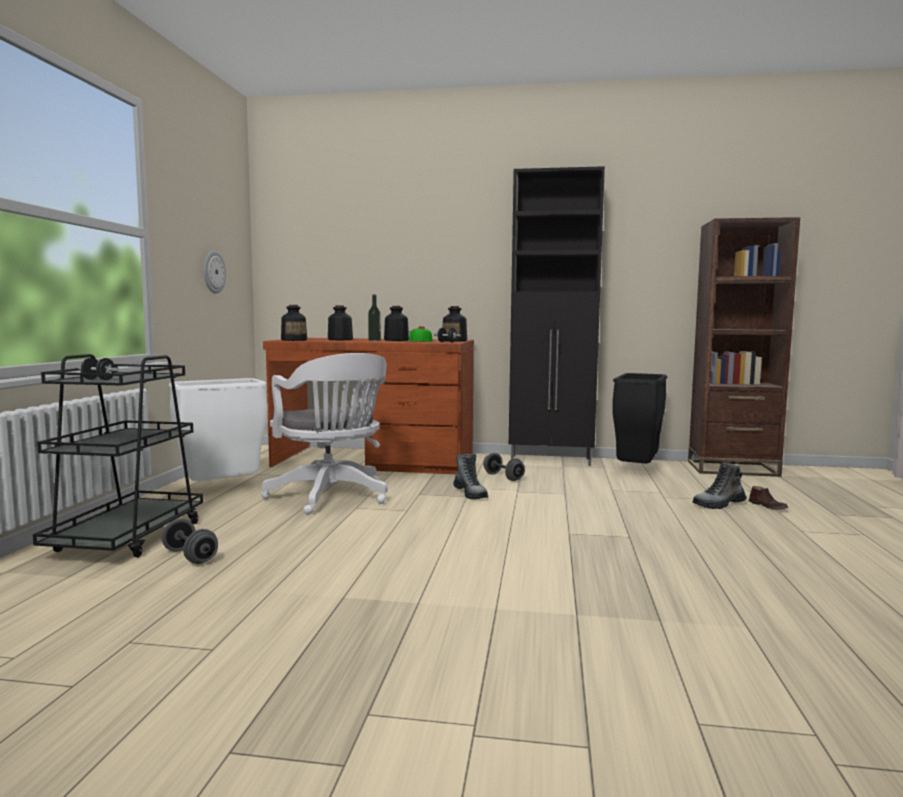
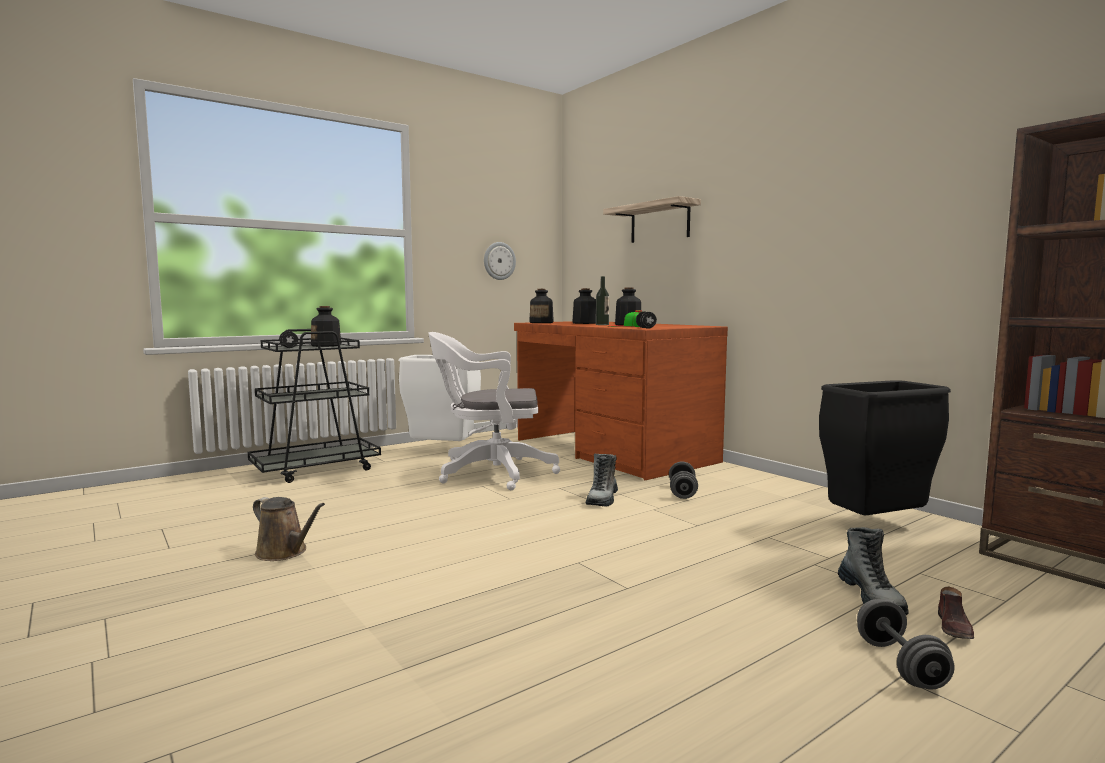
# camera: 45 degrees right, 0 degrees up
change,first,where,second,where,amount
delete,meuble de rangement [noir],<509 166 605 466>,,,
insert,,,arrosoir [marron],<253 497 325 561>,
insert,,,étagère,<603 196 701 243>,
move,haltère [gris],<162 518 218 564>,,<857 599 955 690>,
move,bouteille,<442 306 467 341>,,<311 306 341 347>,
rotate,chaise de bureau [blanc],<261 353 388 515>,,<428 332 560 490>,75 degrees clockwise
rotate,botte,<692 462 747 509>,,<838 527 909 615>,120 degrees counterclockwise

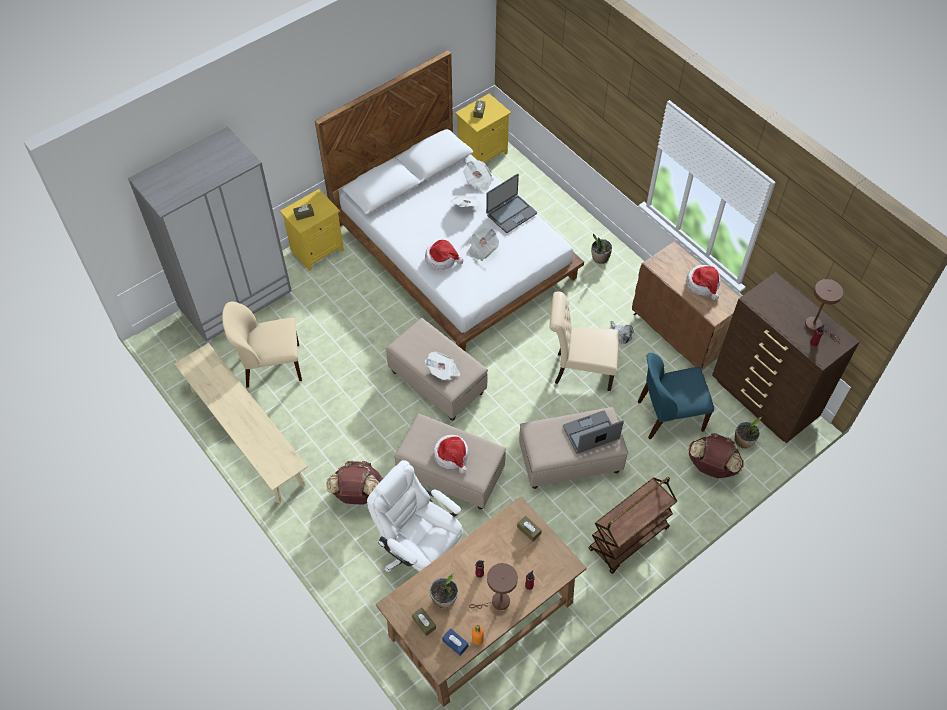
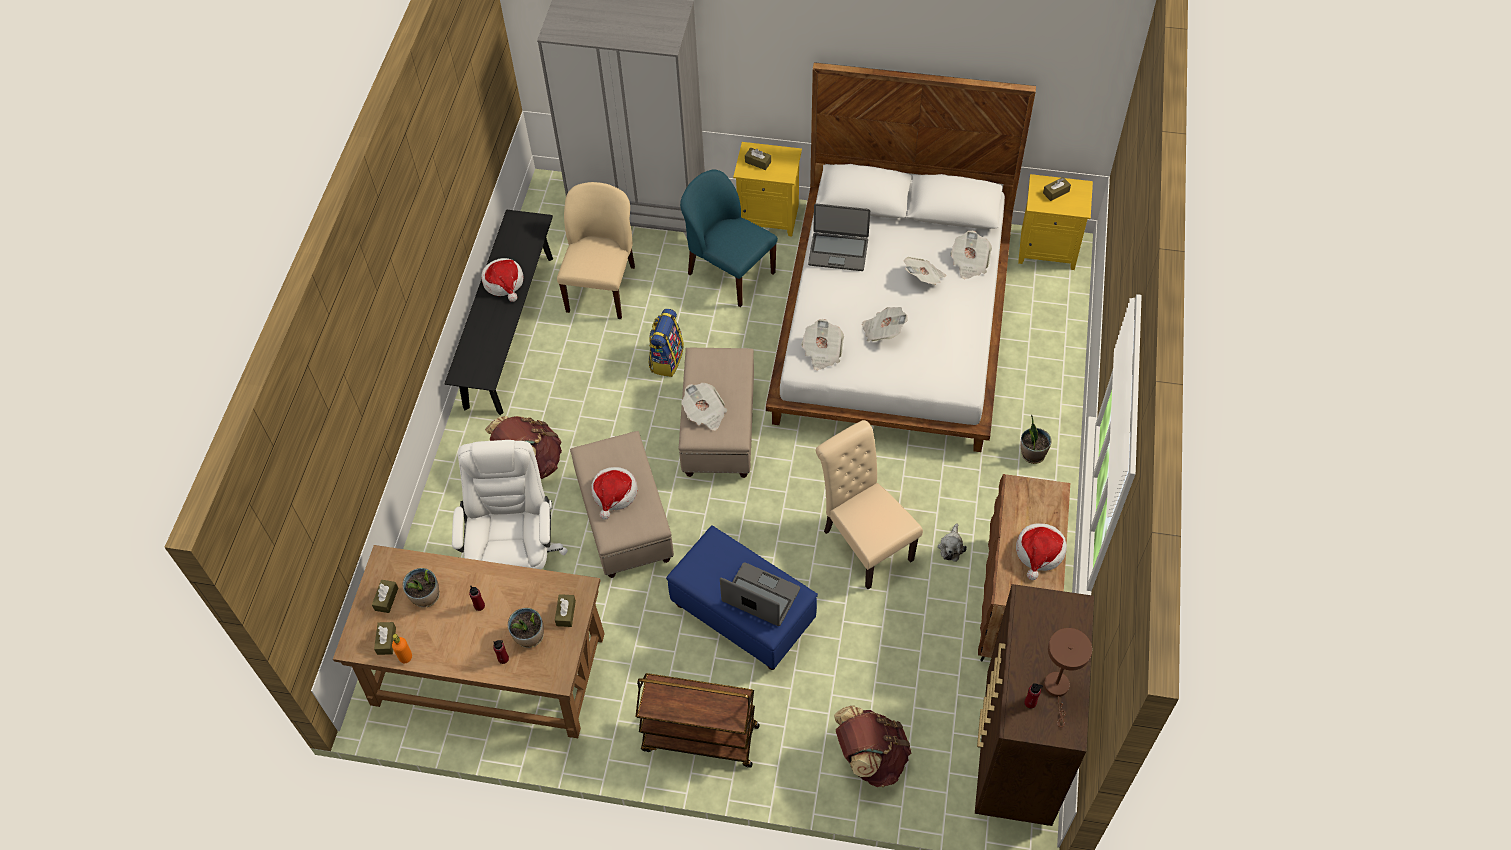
# camera: 50 degrees right, 0 degrees up
change,first,where,second,where,amount
delete,lampe de table [marron],<469 563 518 610>,,,
insert,,,sac à dos,<648 309 684 377>,
insert,,,journal,<801 319 844 370>,
move,chapeau,<425 240 464 270>,,<481 258 523 302>,
move,ordinateur portable,<486 174 537 233>,,<808 204 870 271>,
move,chaise [bleu],<638 353 714 439>,,<680 169 778 307>,
move,plante en pot,<734 417 762 449>,,<508 608 544 648>,
recolor,banc [beige],<174 343 308 503>,banc [noir],<444 210 553 415>,
recolor,boîte à mouchoirs [bleu],<442 628 468 656>,boîte à mouchoirs [marron],<374 622 396 655>,
recolor,pouf [beige],<519 407 628 489>,pouf [bleu],<666 525 818 670>,
rotate,chaise [beige],<222 301 302 388>,,<557 182 635 319>,60 degrees clockwise

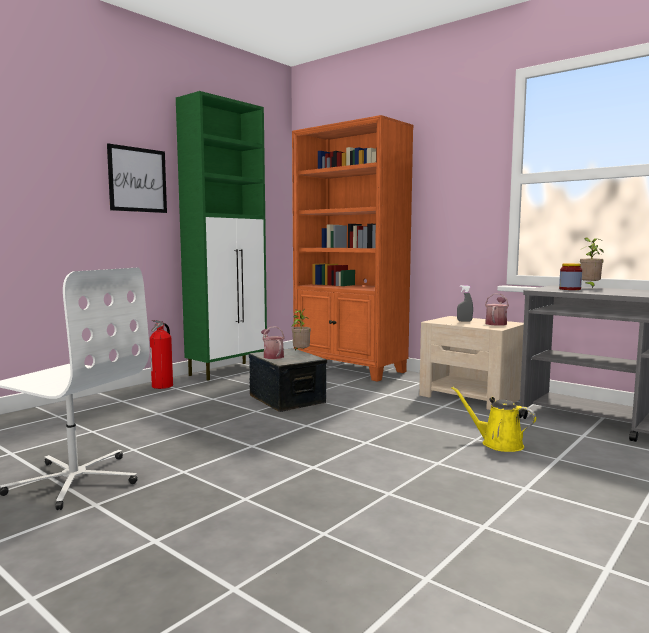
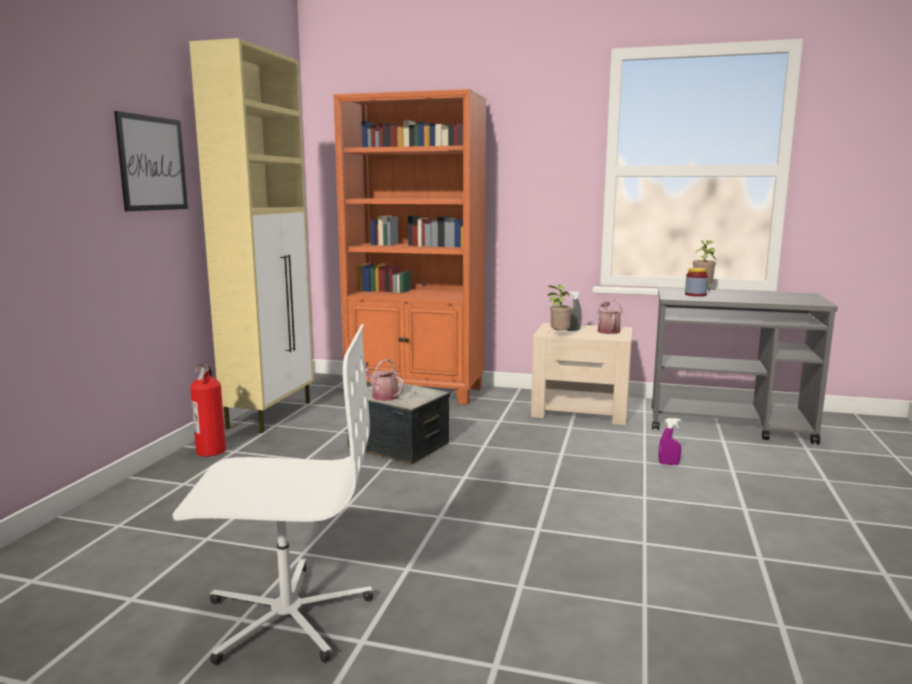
# camera: 25 degrees left, 5 degrees up
change,first,where,second,where,amount
move,plante en pot,<291 308 311 351>,,<548 284 572 332>,
replace,arrosoir [jaune],<452 386 536 452>,vaporisateur [violet],<659 418 681 465>,
recolor,meuble de rangement [vert],<176 91 267 381>,meuble de rangement [beige],<189 38 314 433>,

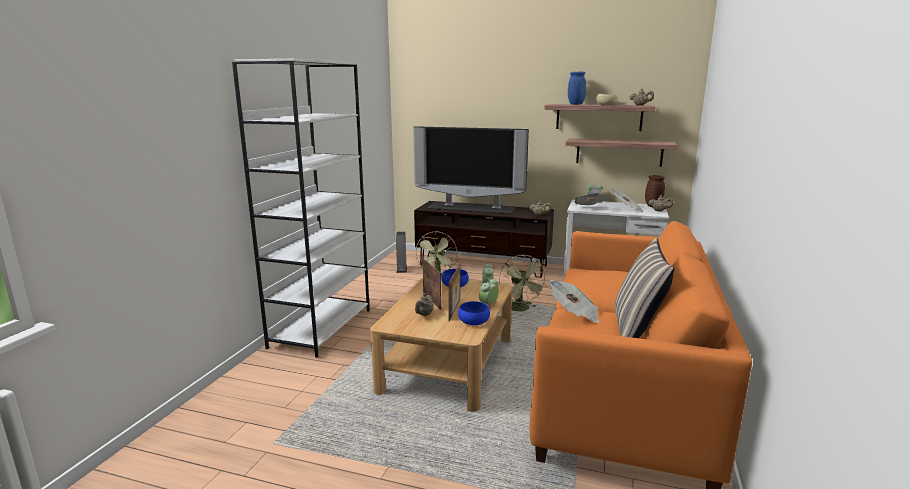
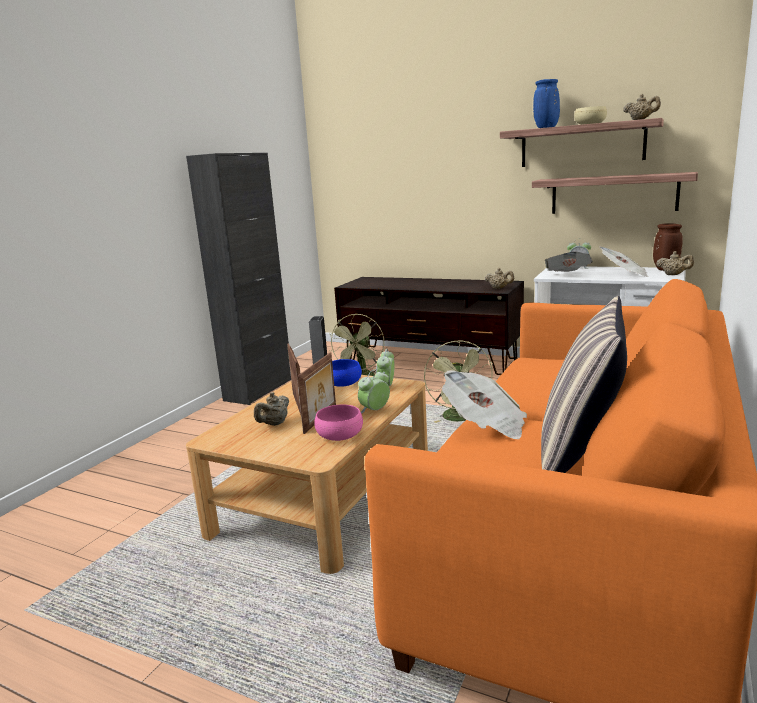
# camera: 10 degrees right, 0 degrees up
change,first,where,second,where,amount
delete,bibliothèque [blanc],<232 59 370 358>,,,
delete,téléviseur,<413 126 529 214>,,,
insert,,,meuble de rangement [noir],<186 153 291 405>,
recolor,bol [bleu],<458 301 490 325>,bol [rose],<314 405 363 441>,

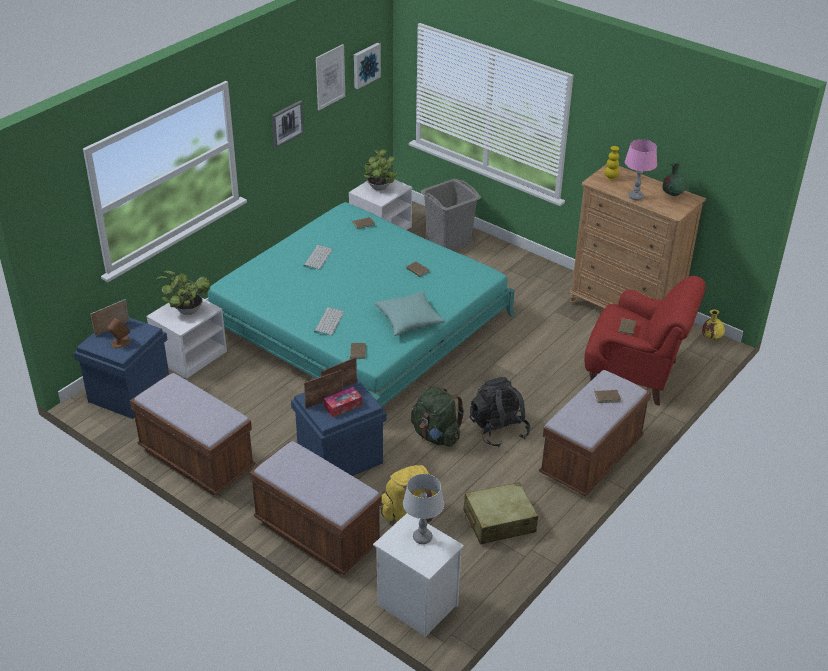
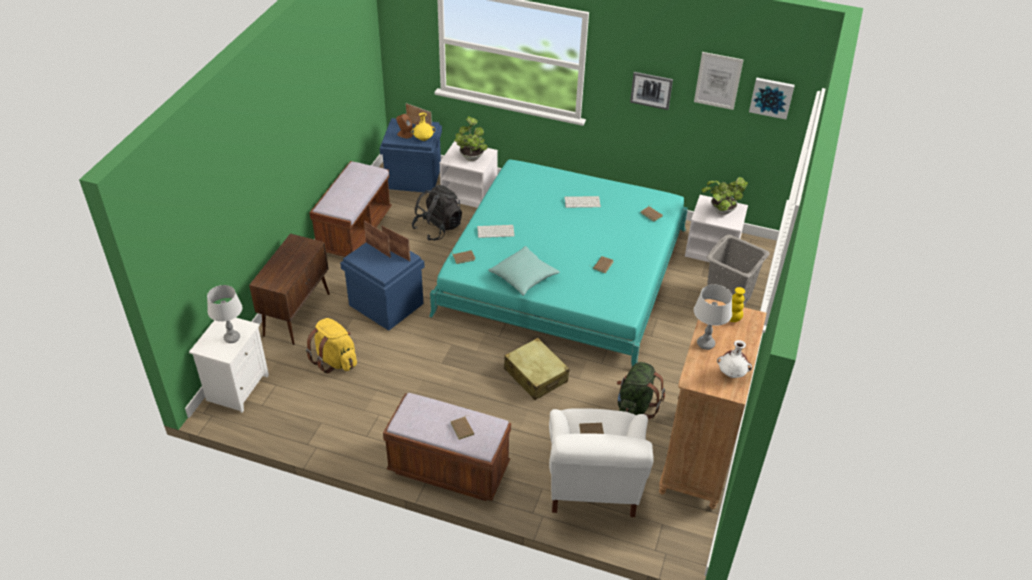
# camera: 70 degrees right, 5 degrees up
change,first,where,second,where,amount
delete,boîte à mouchoirs,<324 387 362 417>,,,
move,sac à dos [vert],<411 386 464 447>,,<617 362 665 419>,
move,valise [beige],<463 482 538 544>,,<504 338 570 400>,
move,sac à dos [noir],<470 377 530 447>,,<412 185 462 241>,
move,vase [jaune],<702 310 725 340>,,<411 113 435 141>,
replace,banc [marron],<249 441 382 575>,meuble de rangement [marron],<249 234 330 345>,
recolor,fauteuil [rouge],<584 276 706 406>,fauteuil [blanc],<549 408 653 517>,
recolor,lampe de table [rose],<625 139 657 200>,lampe de table [gris],<694 285 732 350>,
recolor,vase [vert],<663 162 686 196>,vase [blanc],<717 340 752 378>,

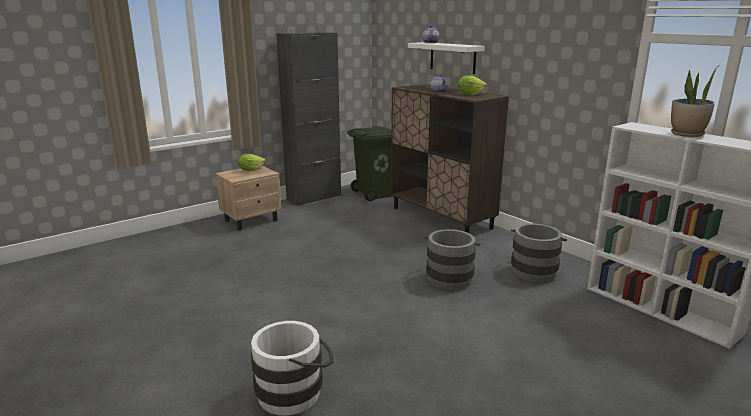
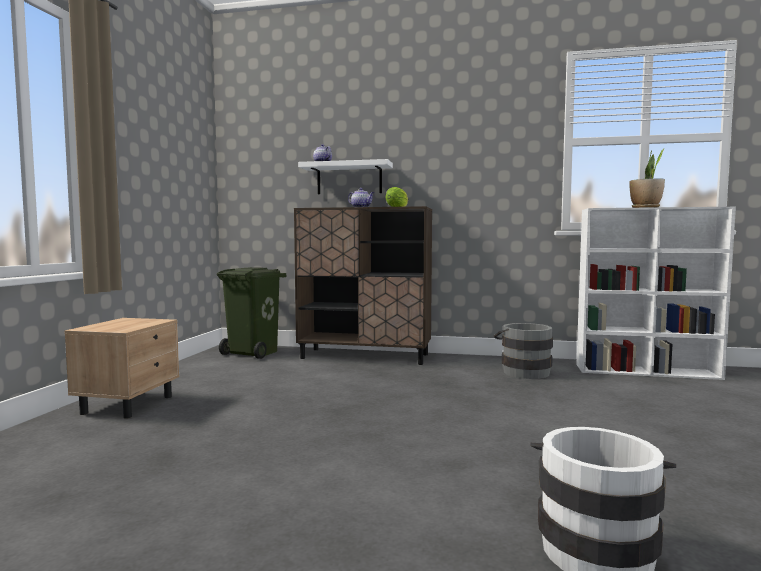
# camera: 40 degrees left, 15 degrees down
change,first,where,second,where,amount
delete,laitue,<238 154 265 171>,,,
delete,meuble de rangement [noir],<277 32 341 206>,,,
delete,seau [gris],<424 229 480 290>,,,

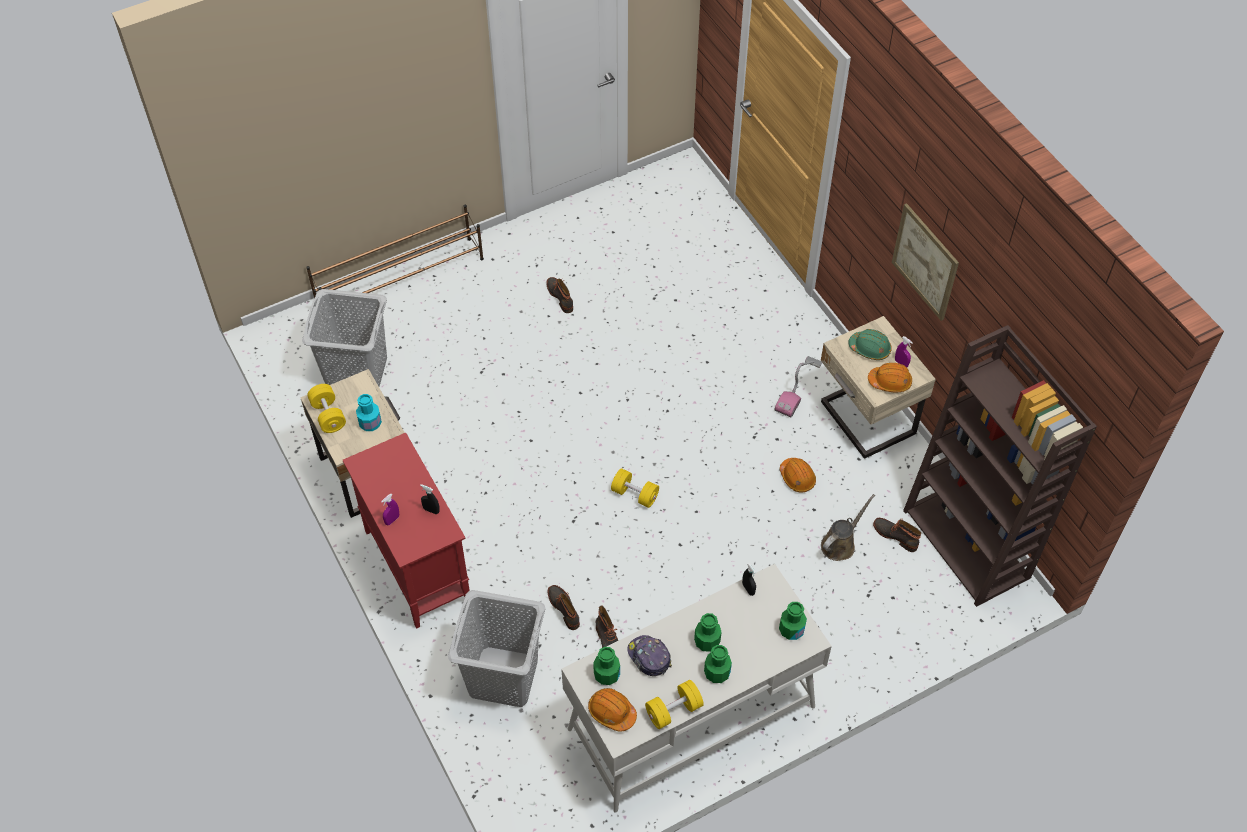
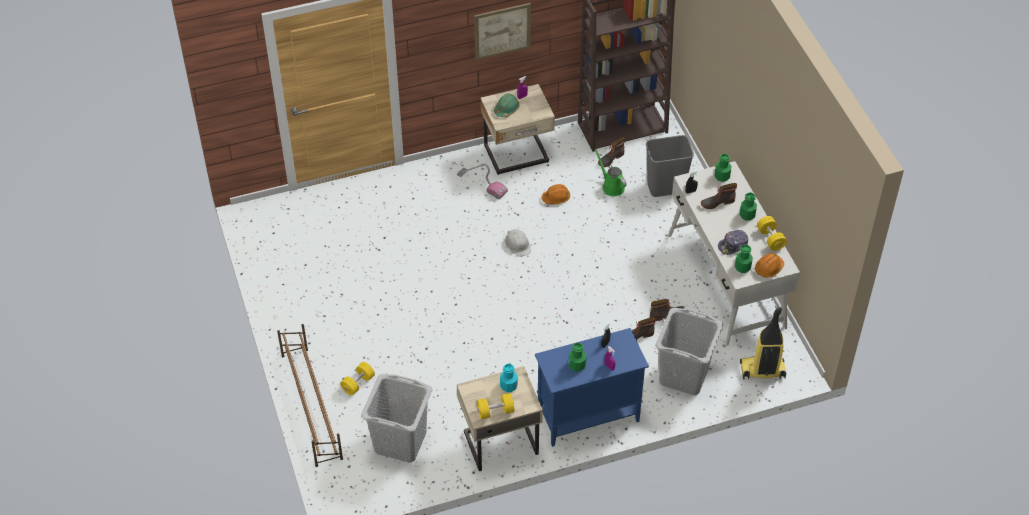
# camera: 80 degrees left, 5 degrees down
change,first,where,second,where,amount
delete,casque de chantier [orange],<868 363 912 392>,,,
insert,,,casque de chantier [blanc],<505 229 531 257>,
insert,,,poubelle [gris],<646 135 694 197>,
insert,,,aspirateur,<740 307 786 379>,
move,botte,<546 277 573 313>,,<701 183 737 209>,
move,haltère [jaune],<611 469 659 508>,,<340 362 375 396>,
move,bouteille [vert],<694 613 721 652>,,<568 343 587 372>,
recolor,meuble de rangement [rouge],<343 433 470 629>,meuble de rangement [bleu],<535 328 649 447>,
recolor,arrosoir [marron],<821 494 875 561>,arrosoir [vert],<595 149 627 196>,

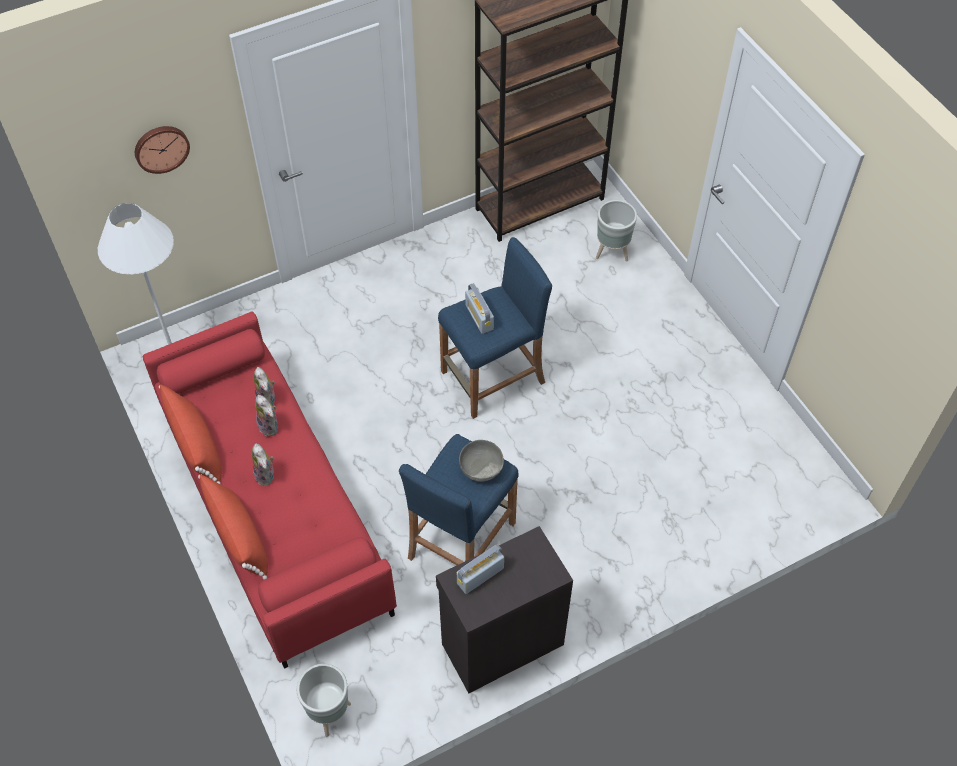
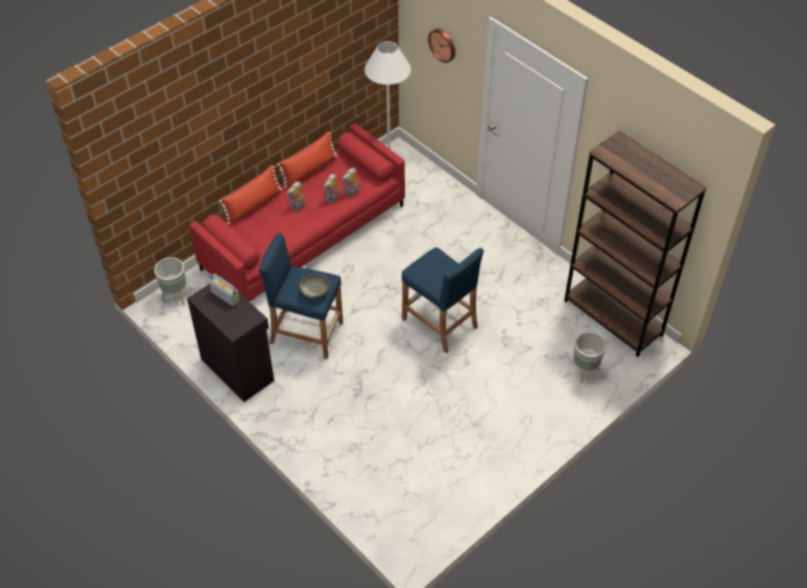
# camera: 75 degrees right, 5 degrees down
change,first,where,second,where,amount
delete,radio,<465 283 494 334>,,,

